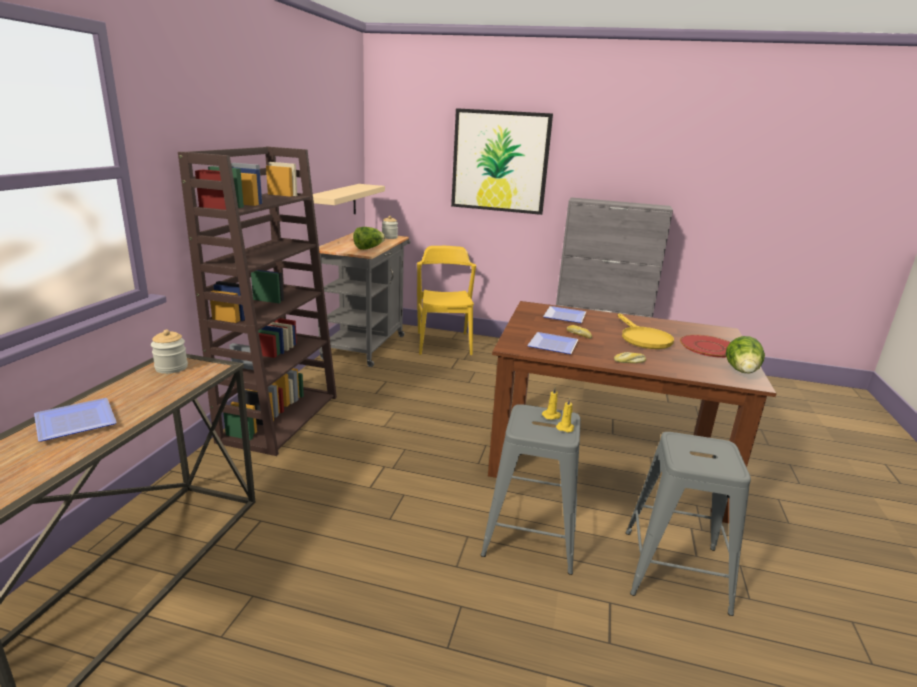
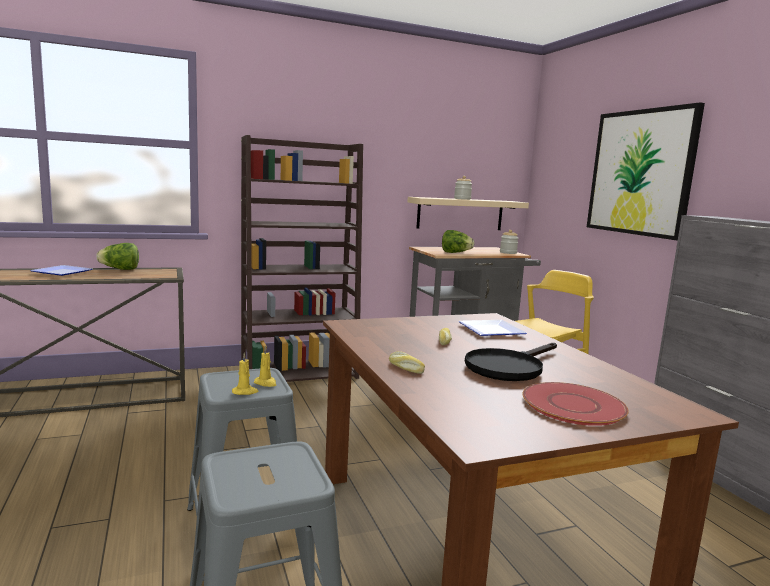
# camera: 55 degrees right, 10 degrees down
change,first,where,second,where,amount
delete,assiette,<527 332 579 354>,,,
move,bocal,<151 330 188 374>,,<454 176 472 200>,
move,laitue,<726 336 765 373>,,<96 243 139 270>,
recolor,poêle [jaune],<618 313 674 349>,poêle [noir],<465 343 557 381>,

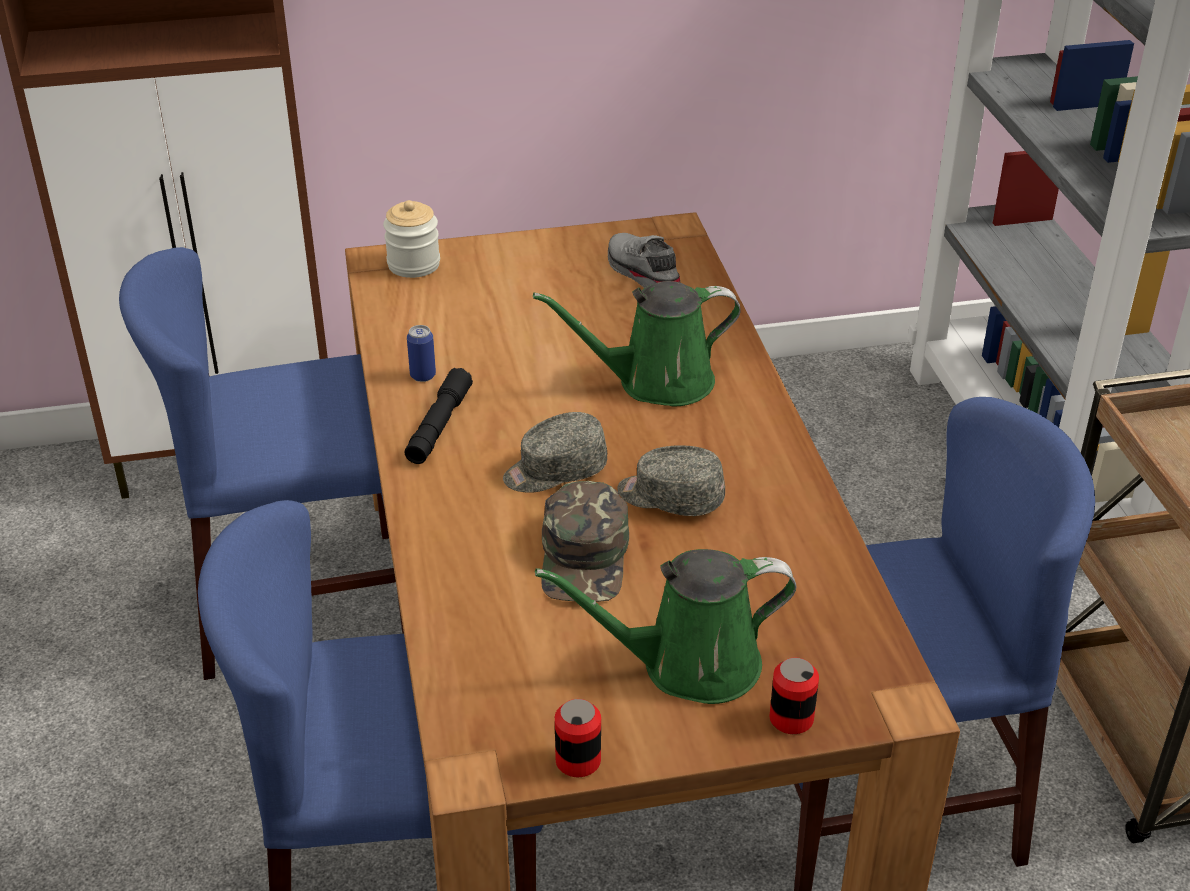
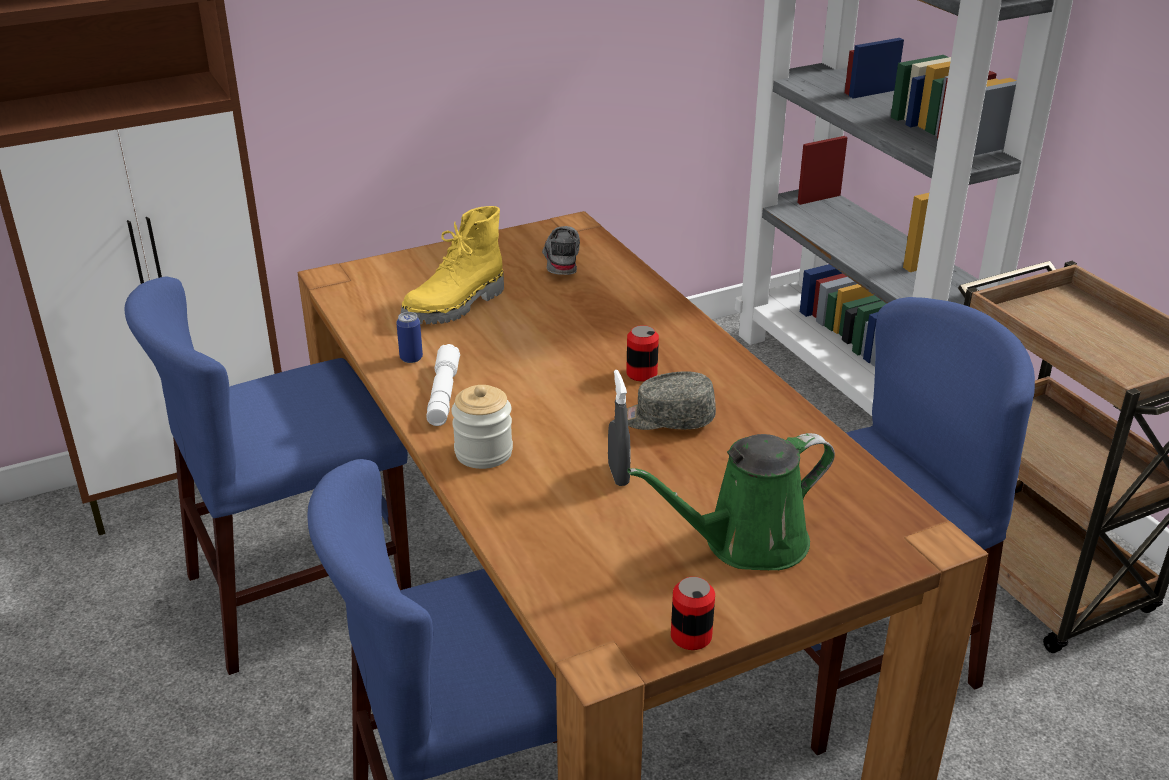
# camera: 15 degrees left, 5 degrees down
change,first,where,second,where,amount
delete,casquette [gris],<503 412 607 493>,,,
delete,arrosoir [vert],<533 281 741 407>,,,
insert,,,botte [jaune],<401 206 504 324>,
move,bocal,<383 200 440 278>,,<451 385 513 469>,
move,boîte métallique,<769 658 819 734>,,<626 325 659 382>,
replace,casquette [vert],<541 481 629 602>,vaporisateur [gris],<608 370 631 486>,
recolor,lampe de poche [noir],<405 368 473 464>,lampe de poche [blanc],<426 344 460 426>,
rotate,chaussure [gris],<608 233 680 288>,,<542 226 580 275>,45 degrees clockwise

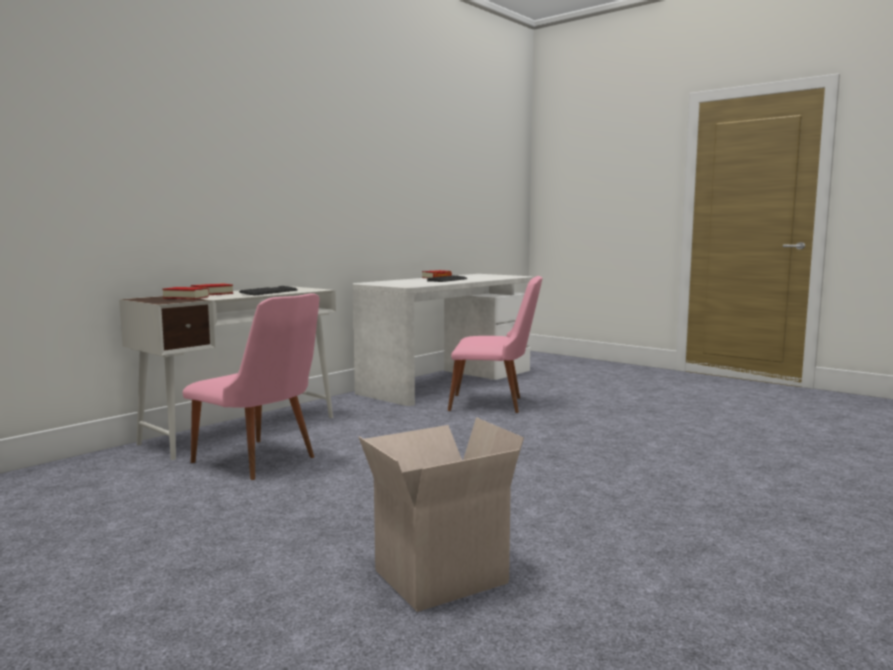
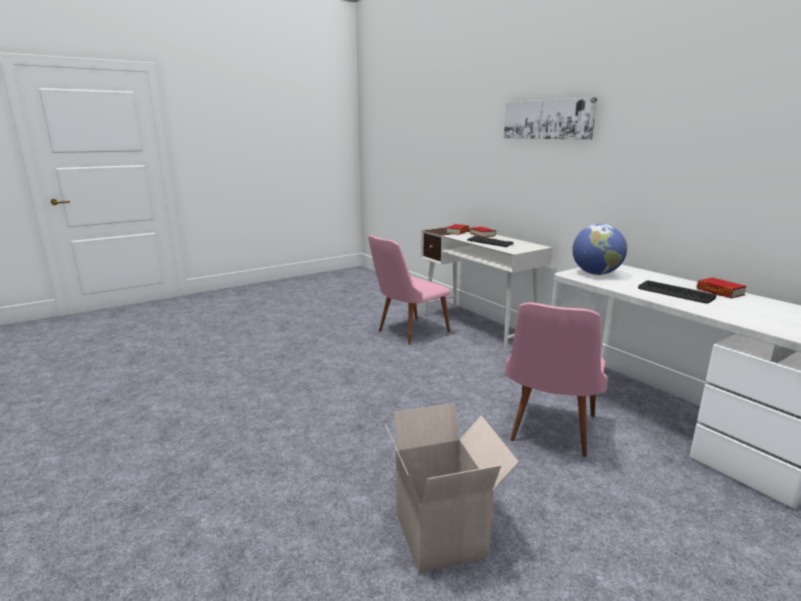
# camera: 105 degrees right, 10 degrees up
change,first,where,second,where,amount
insert,,,tableau,<504 97 597 140>,
insert,,,globe,<572 223 627 275>,
move,carton,<358 417 524 612>,,<385 403 519 574>,

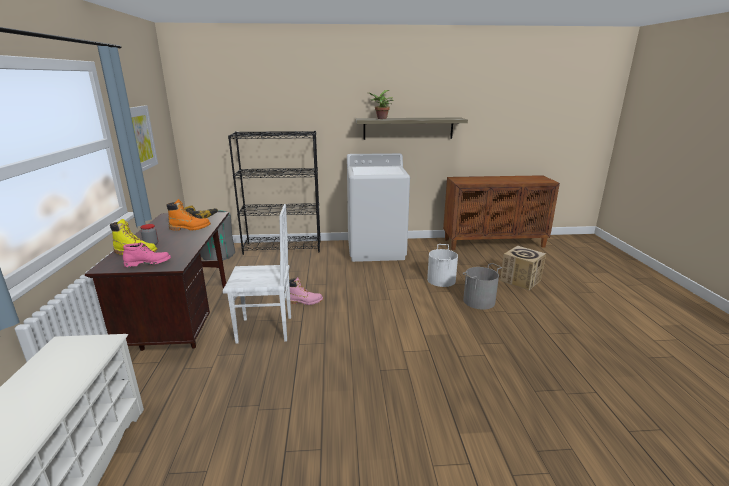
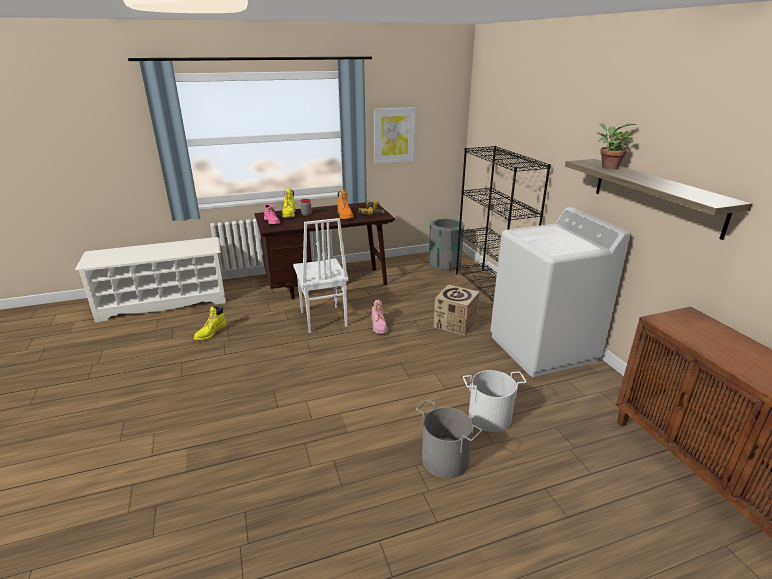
# camera: 75 degrees right, 5 degrees up
change,first,where,second,where,amount
insert,,,botte [jaune],<194 306 227 341>,
move,carton,<500 246 546 290>,,<434 284 480 336>,

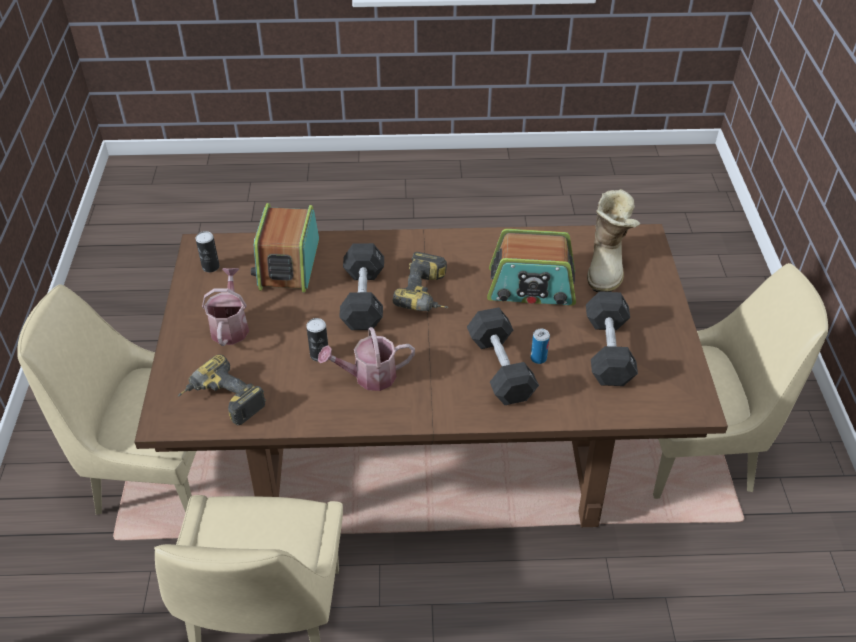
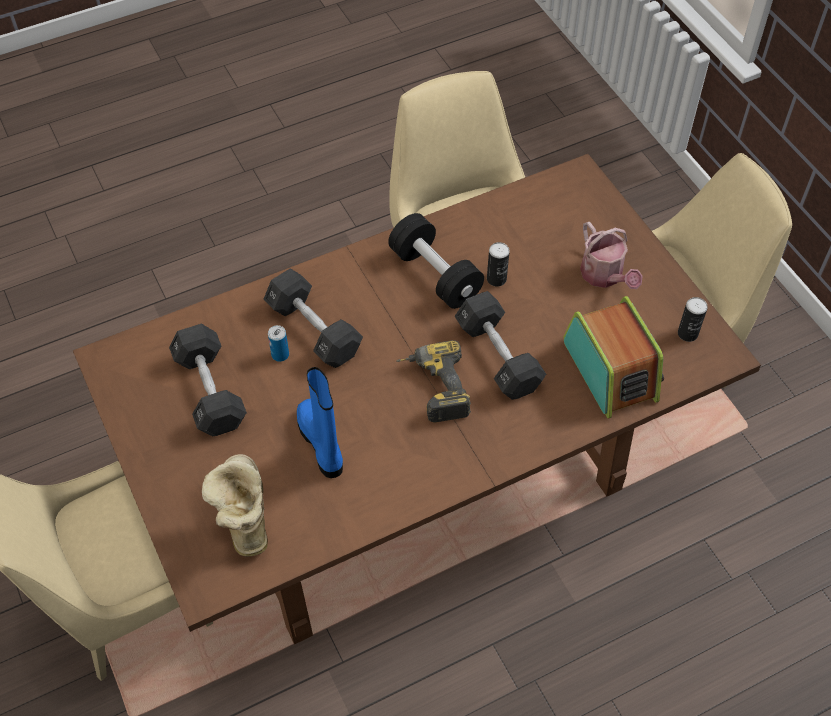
# camera: 155 degrees right, 10 degrees up
change,first,where,second,where,amount
delete,perceuse,<178 354 266 425>,,,
replace,arrosoir,<318 327 415 391>,haltère [noir],<388 213 484 309>,
replace,radio,<487 229 576 305>,botte [bleu],<297 367 343 478>,

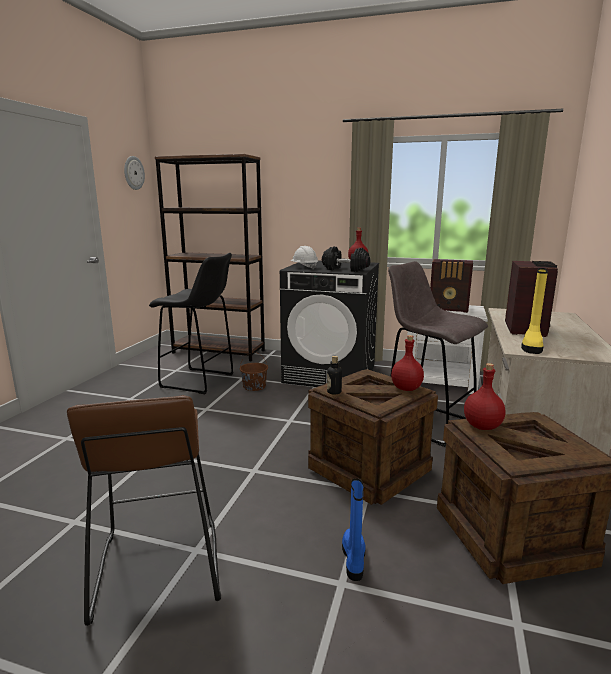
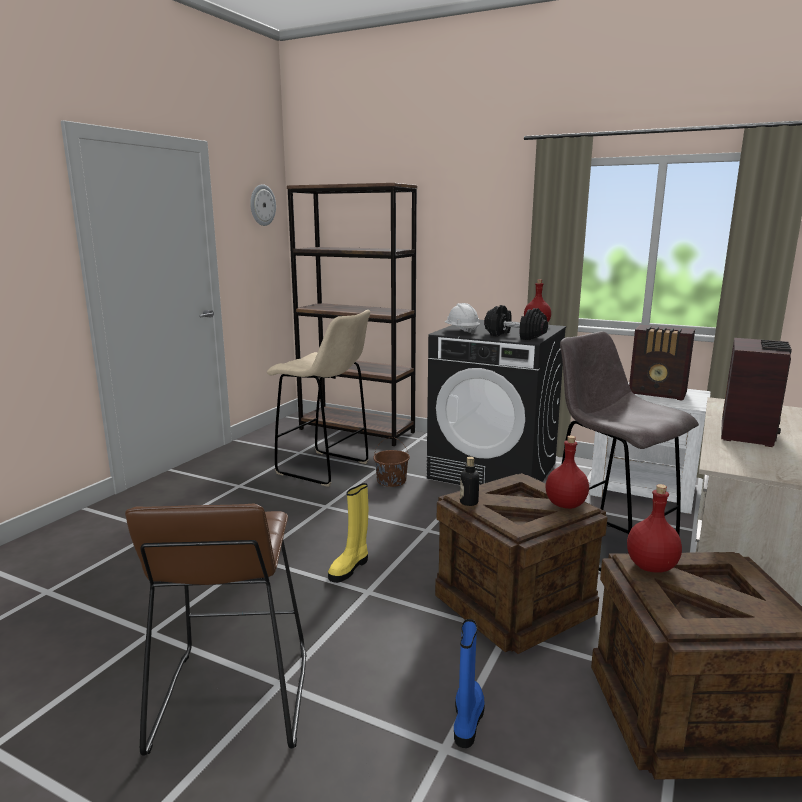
# camera: 10 degrees right, 0 degrees up
change,first,where,second,where,amount
move,botte [jaune],<521 268 548 354>,,<328 483 368 583>,
recolor,tabouret [noir],<149 253 233 394>,tabouret [beige],<267 310 370 487>,

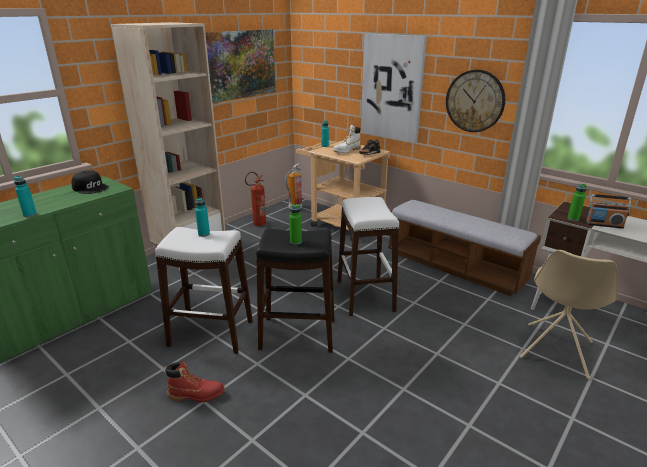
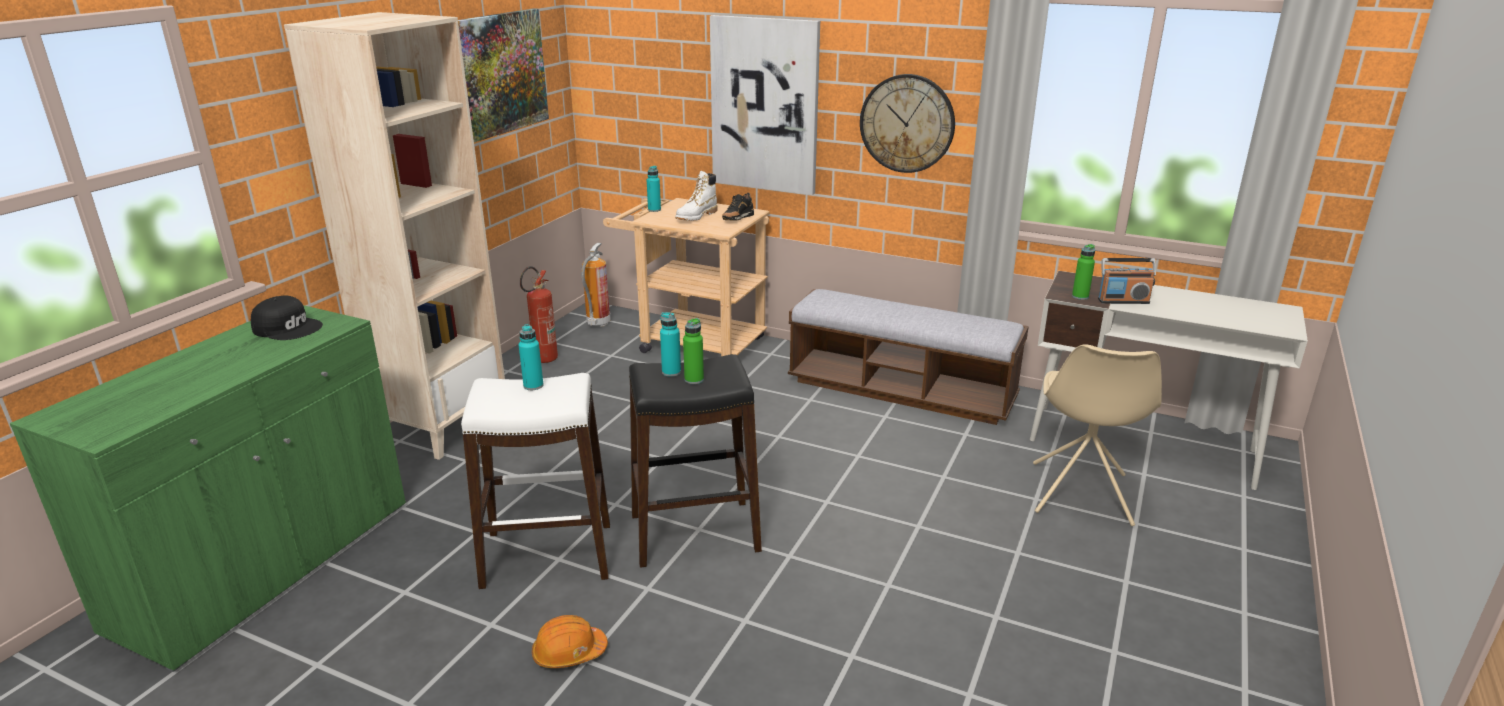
# camera: 15 degrees left, 0 degrees up
change,first,where,second,where,amount
delete,tabouret [blanc],<338 197 399 316>,,,
move,bouteille [turquoise],<14 176 37 217>,,<660 312 681 377>,
replace,botte [rouge],<165 361 225 403>,casque de chantier [orange],<532 615 608 668>,

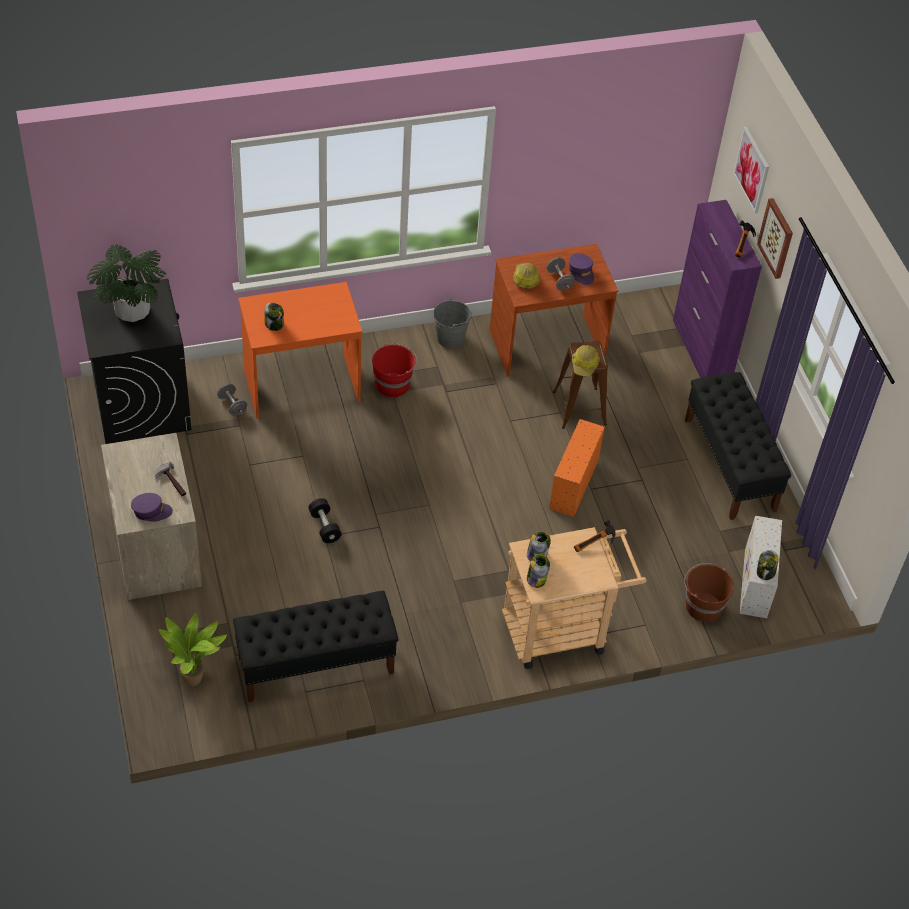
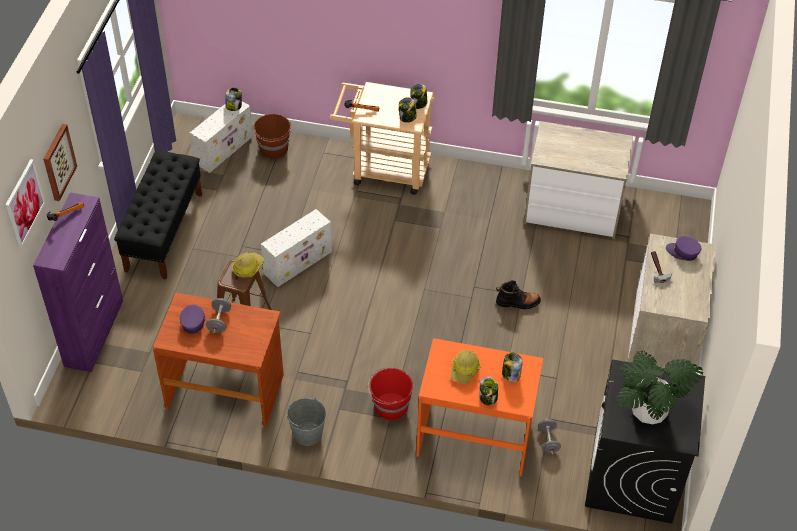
# camera: 150 degrees left, 0 degrees up
change,first,where,second,where,amount
delete,plante en pot,<159 613 227 686>,,,
insert,,,bocal,<479 376 498 405>,
move,casque de chantier,<513 263 541 290>,,<451 350 481 384>,
replace,banc [noir],<233 591 398 702>,commode,<524 121 633 239>,
replace,haltère [noir],<308 498 342 543>,botte [noir],<496 280 541 309>,
recolor,boîte de rangement [orange],<549 419 605 517>,boîte de rangement [blanc],<261 209 332 287>,

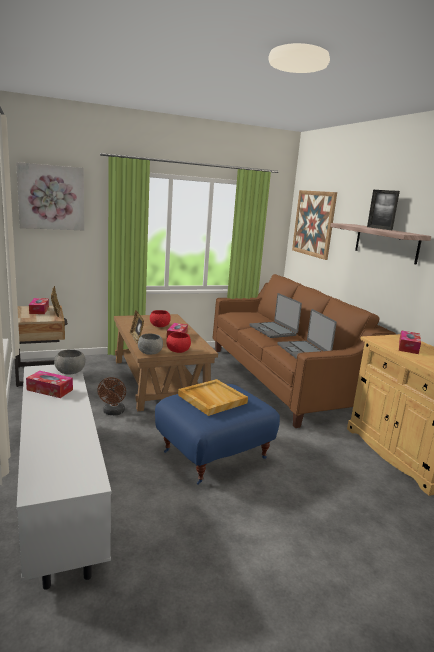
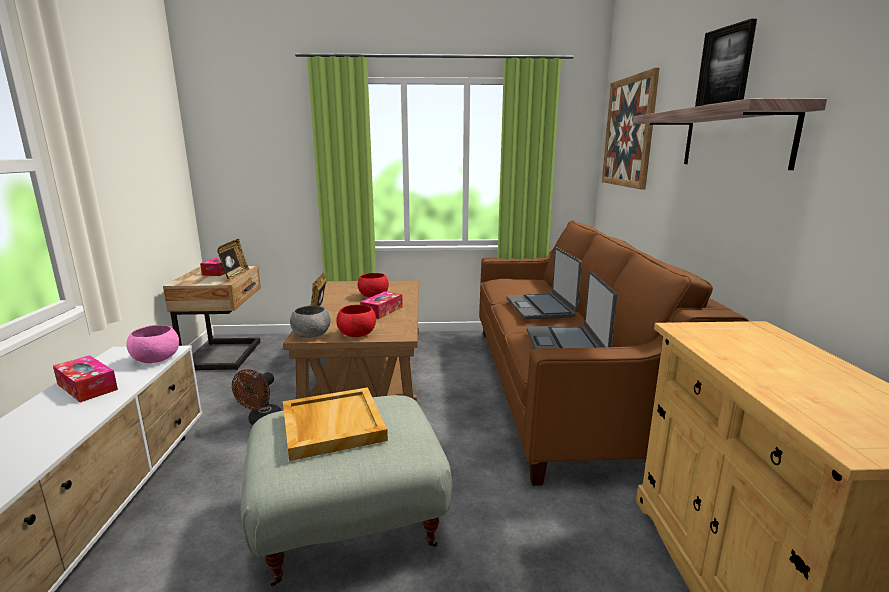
# camera: 20 degrees right, 0 degrees up
change,first,where,second,where,amount
delete,tableau,<16 162 84 231>,,,
delete,boîte à mouchoirs,<399 330 421 354>,,,
recolor,bol [gris],<54 349 85 375>,bol [rose],<126 325 179 363>,
recolor,pouf [bleu],<155 384 280 485>,pouf [gris],<241 395 452 586>,

